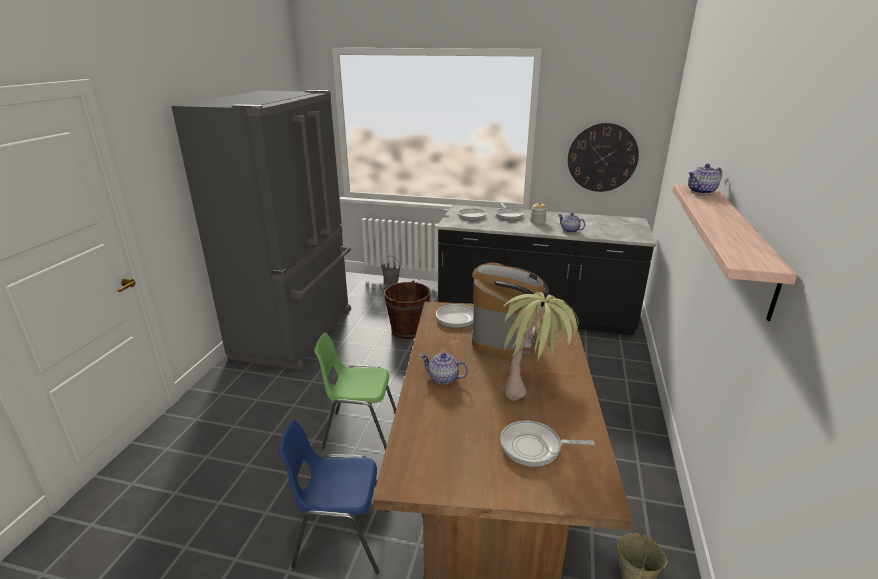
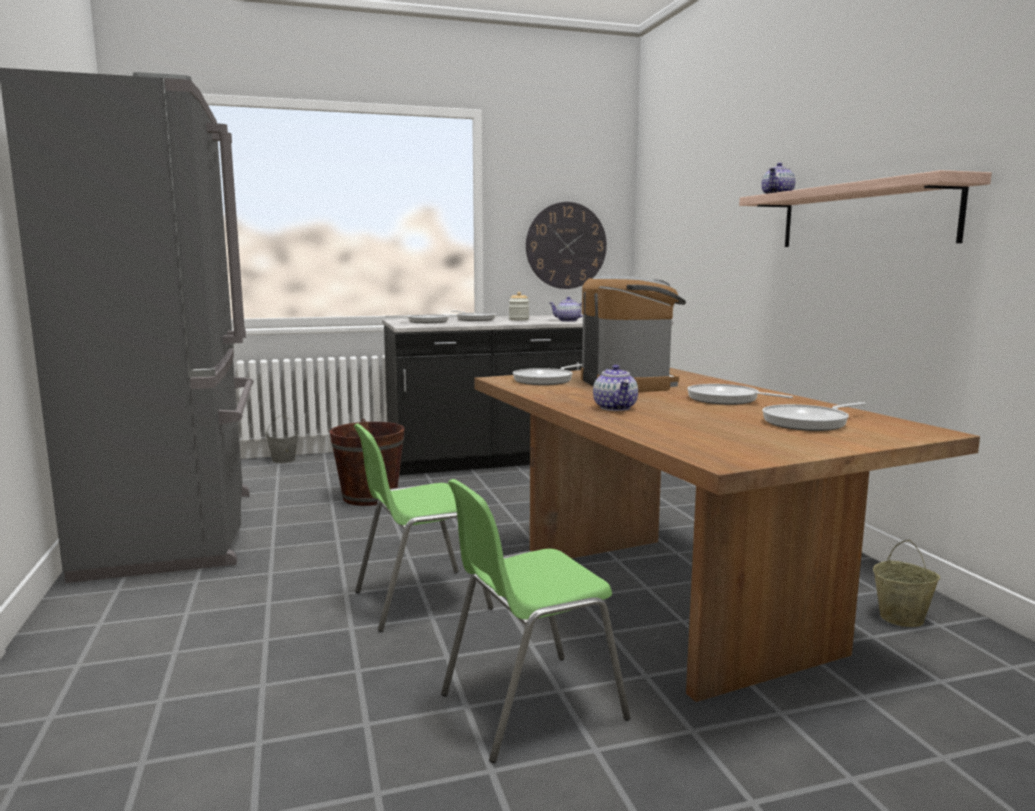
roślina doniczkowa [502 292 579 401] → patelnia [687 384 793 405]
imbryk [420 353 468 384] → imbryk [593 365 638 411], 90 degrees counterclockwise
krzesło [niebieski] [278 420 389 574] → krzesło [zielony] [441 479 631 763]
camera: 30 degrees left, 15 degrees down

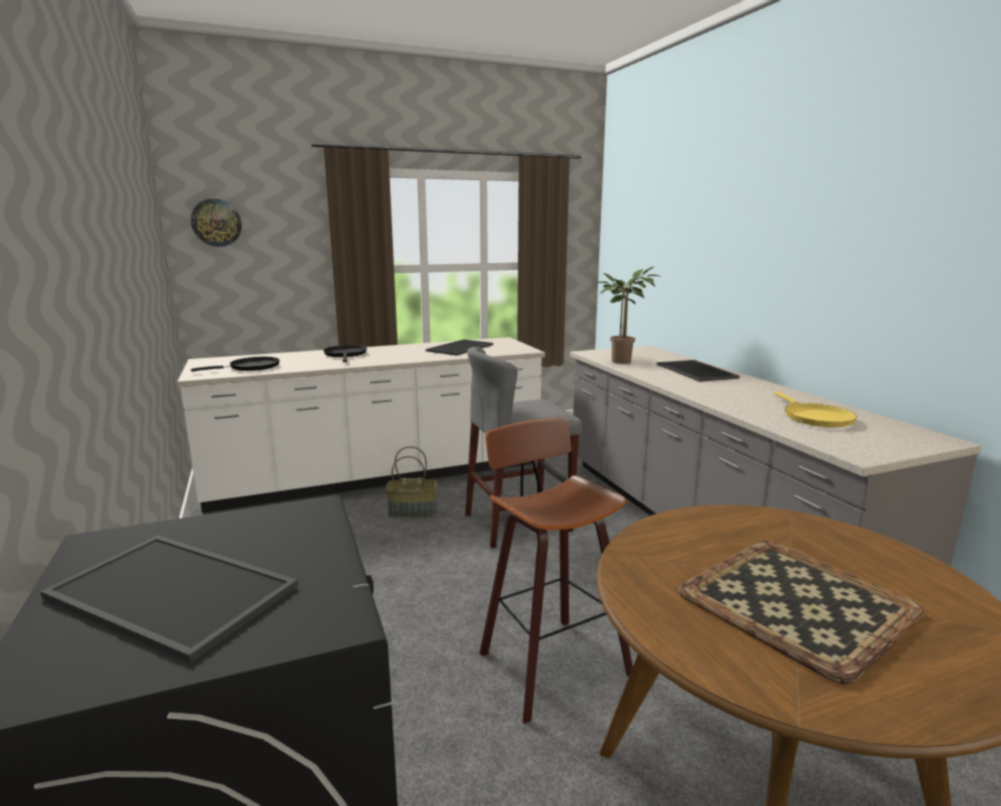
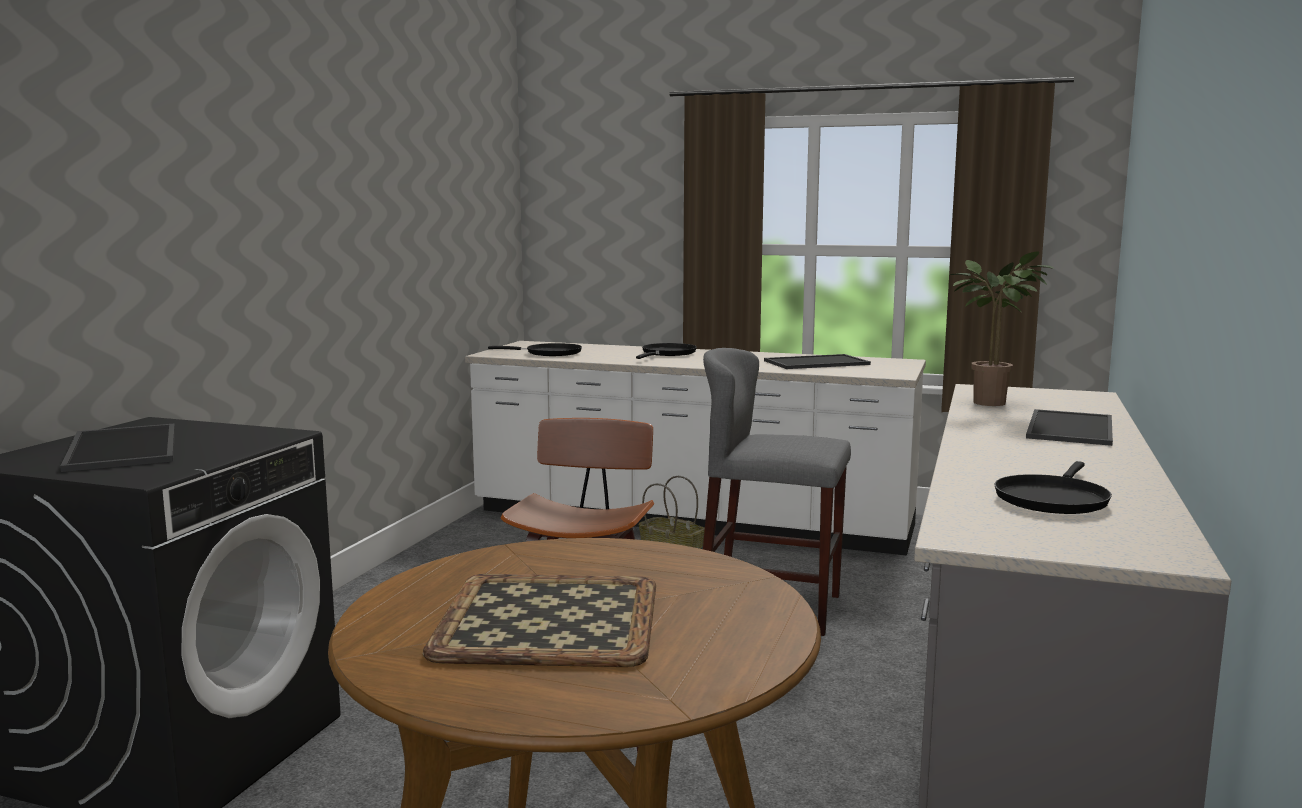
zegar ścienny [191 199 242 247] → -
patelnia [żółty] [774 392 857 427] → patelnia [czarny] [995 461 1112 514]
camera: 40 degrees right, 5 degrees down

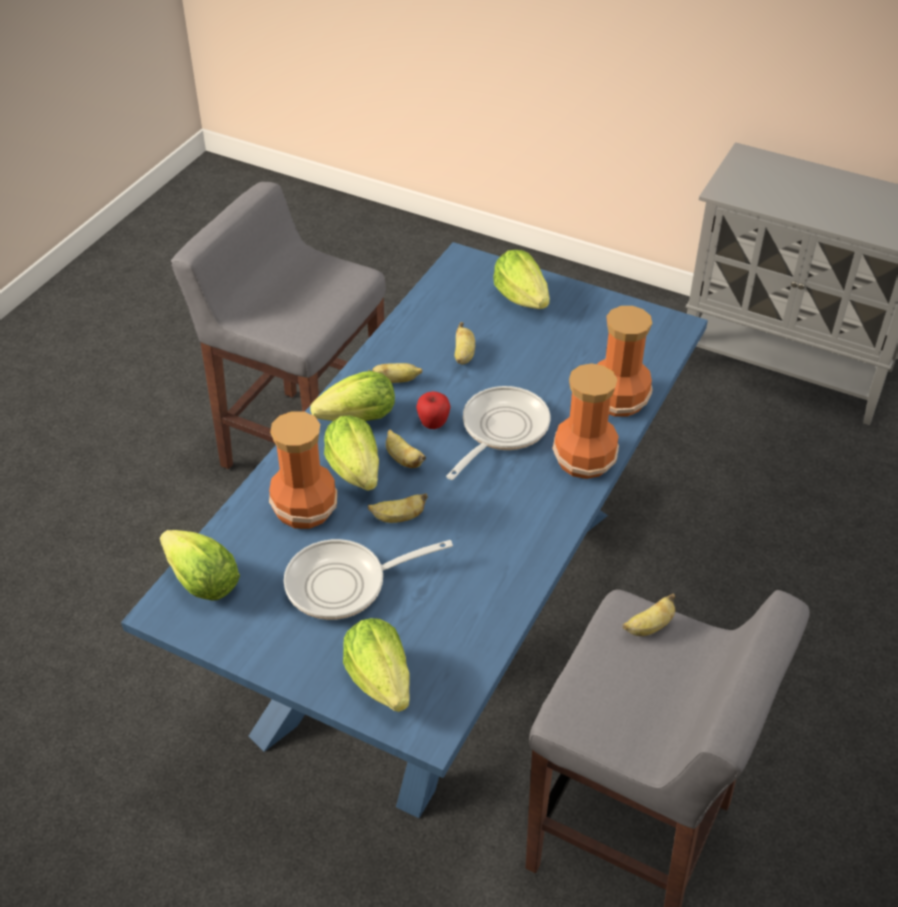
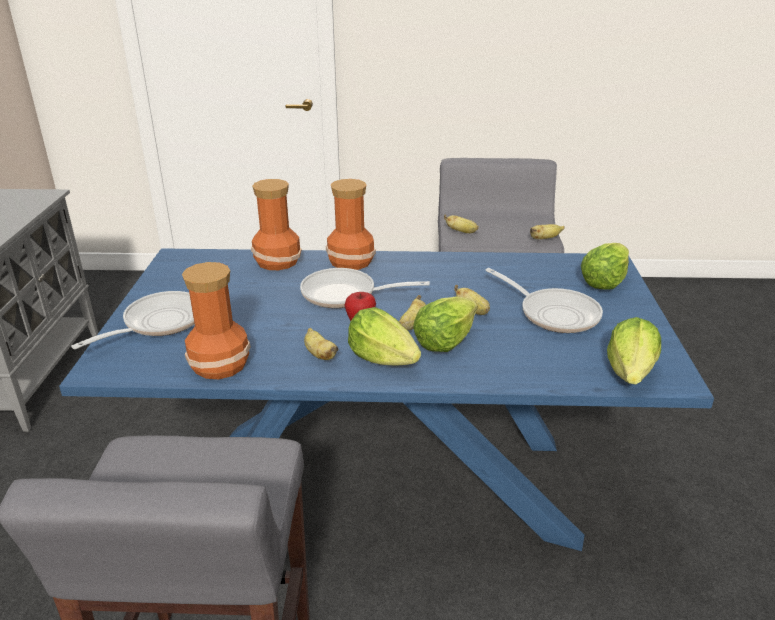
sałata [493 250 550 309] → patelnia [71 291 194 349]
banan [455 322 475 365] → banan [530 224 565 239], moved
wazon [269 411 337 529] → wazon [182 262 251 379], moved
camera: 115 degrees left, 15 degrees down

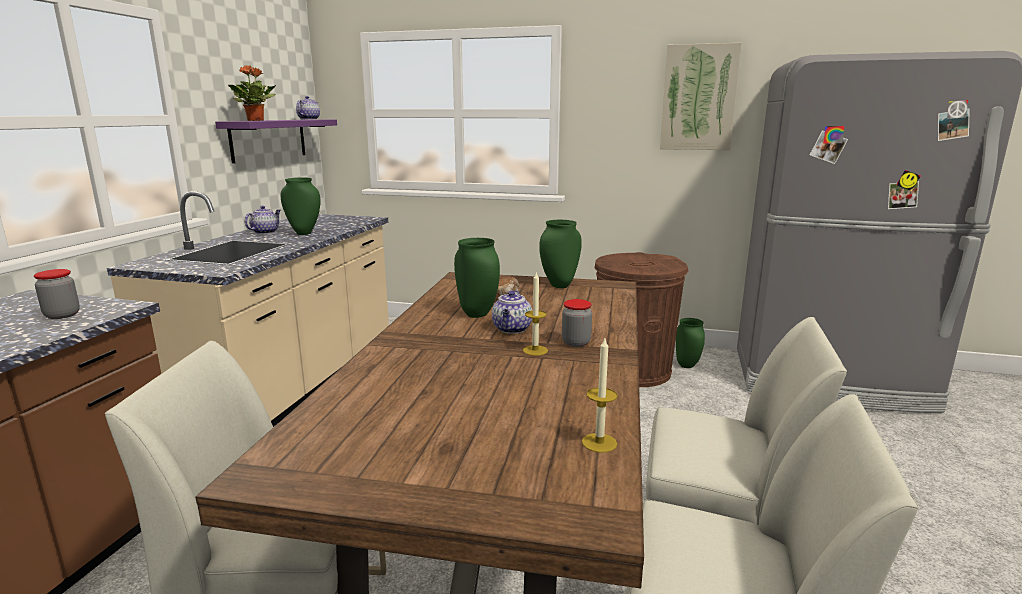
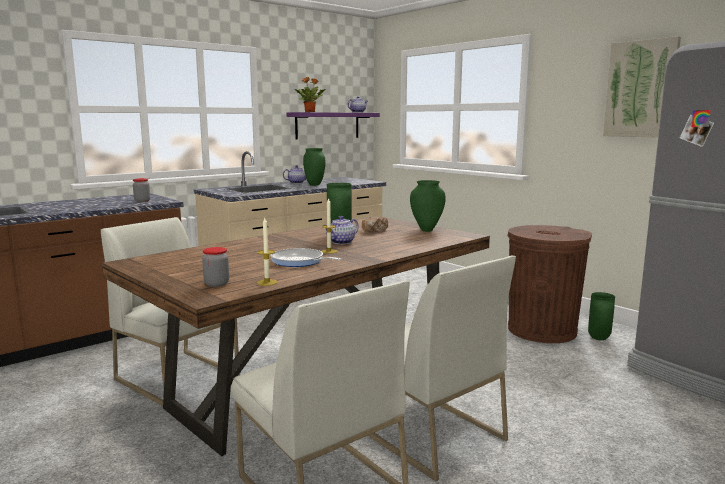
słoik [562 299 592 347] → słoik [202 247 229 287], moved
- → patelnia [271 248 341 267]
camera: 35 degrees right, 5 degrees down

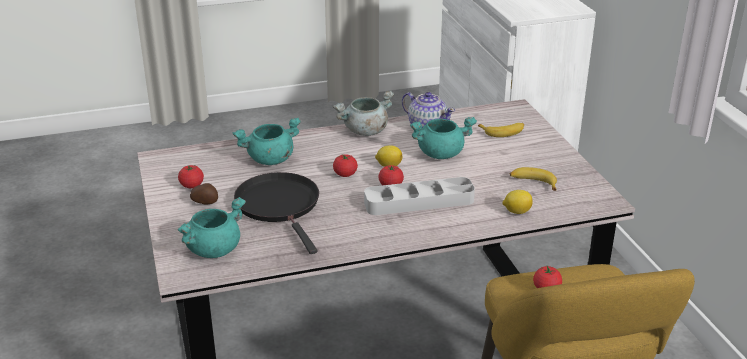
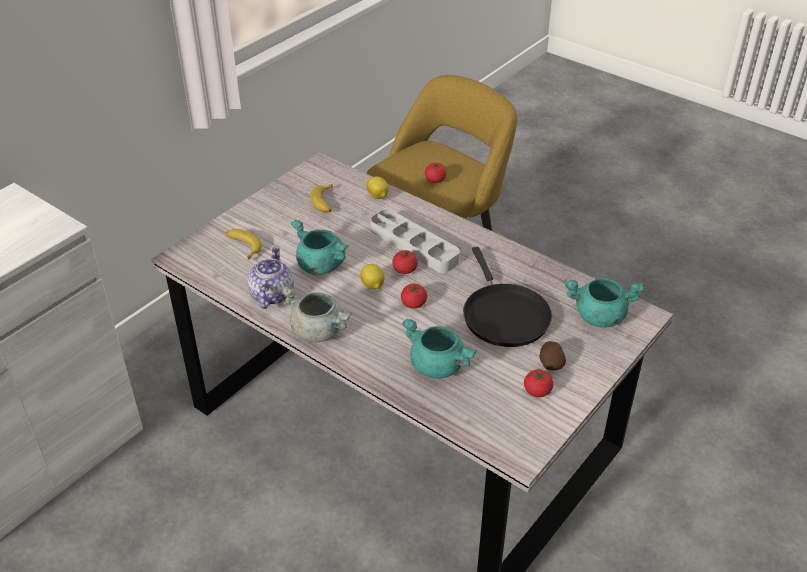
patelnia [czarny] [234 172 319 254] → patelnia [czarny] [463 247 552 347], 45 degrees counterclockwise
camera: 125 degrees left, 10 degrees up

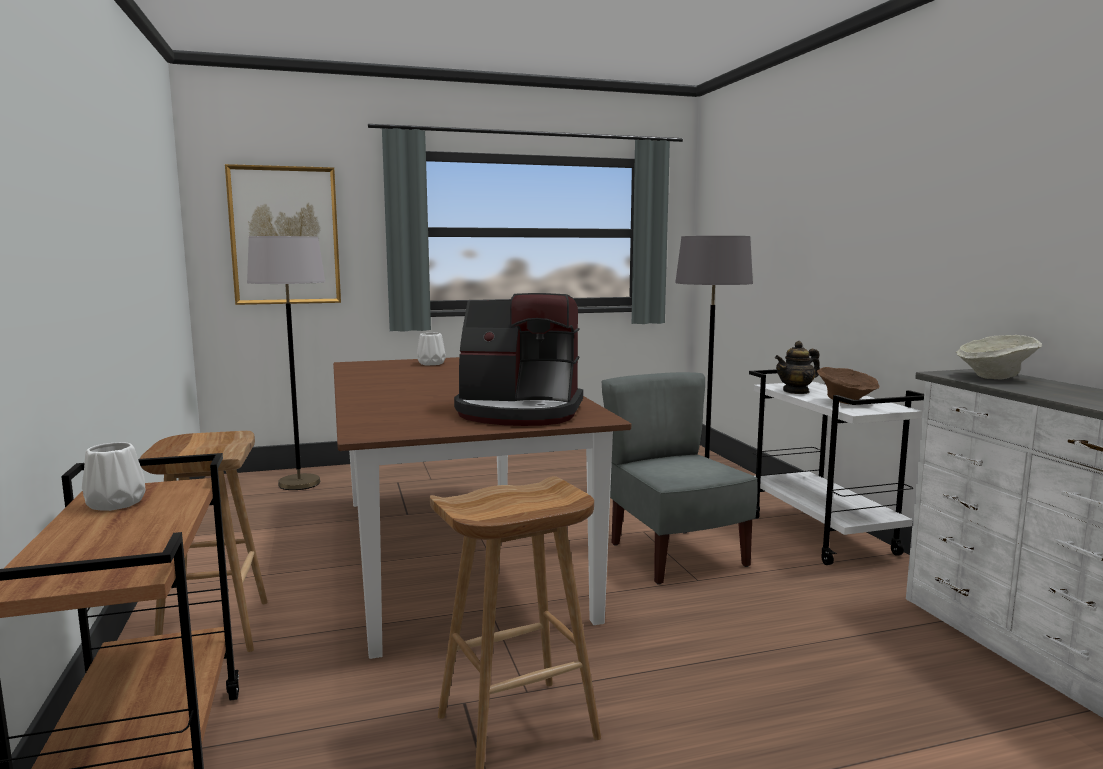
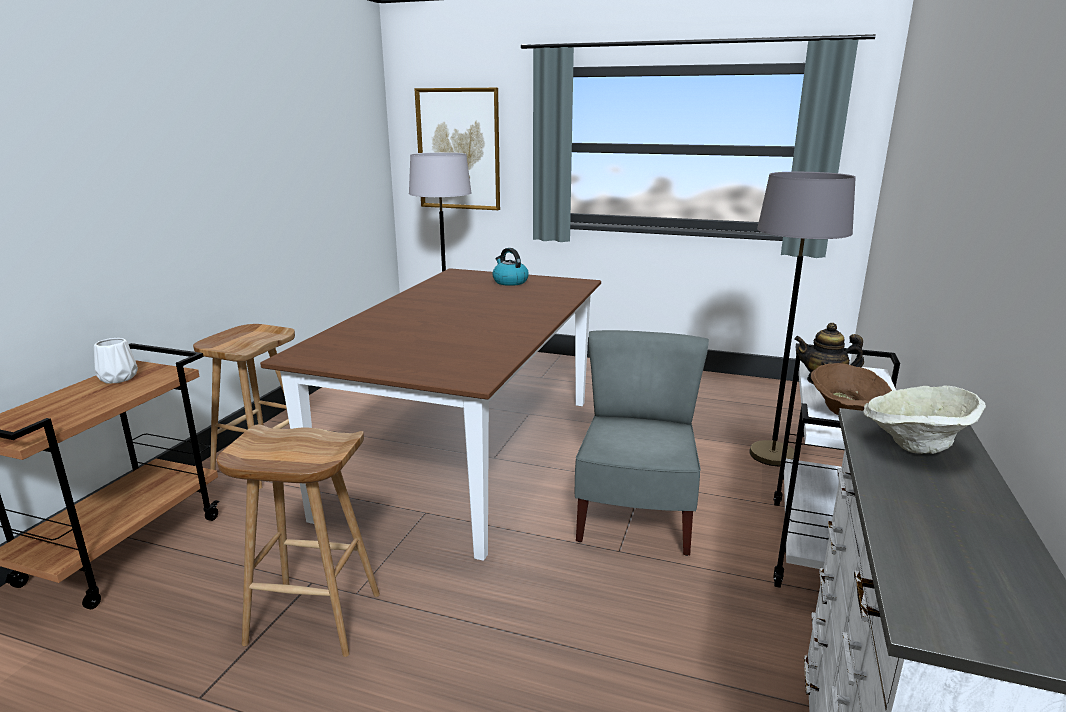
ekspres do kawy [454 293 583 426] → -
wazon [biały] [417 333 446 366] → czajnik [493 248 529 286]
camera: 35 degrees right, 10 degrees up

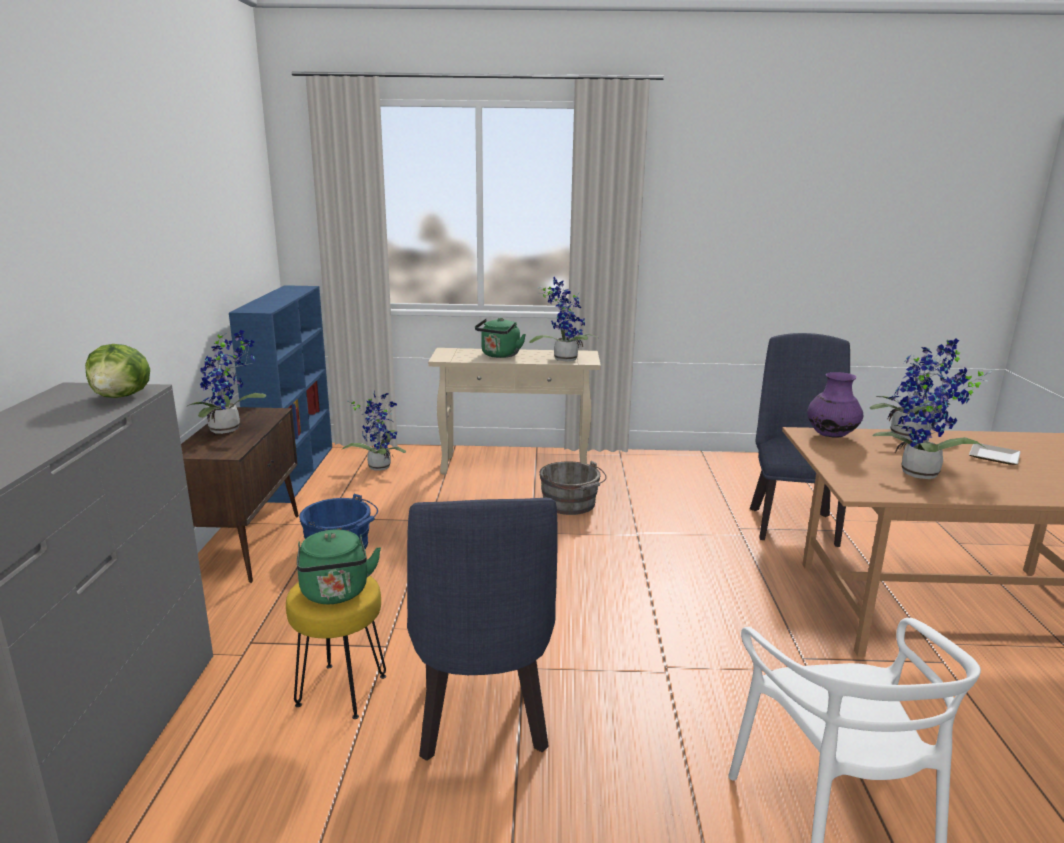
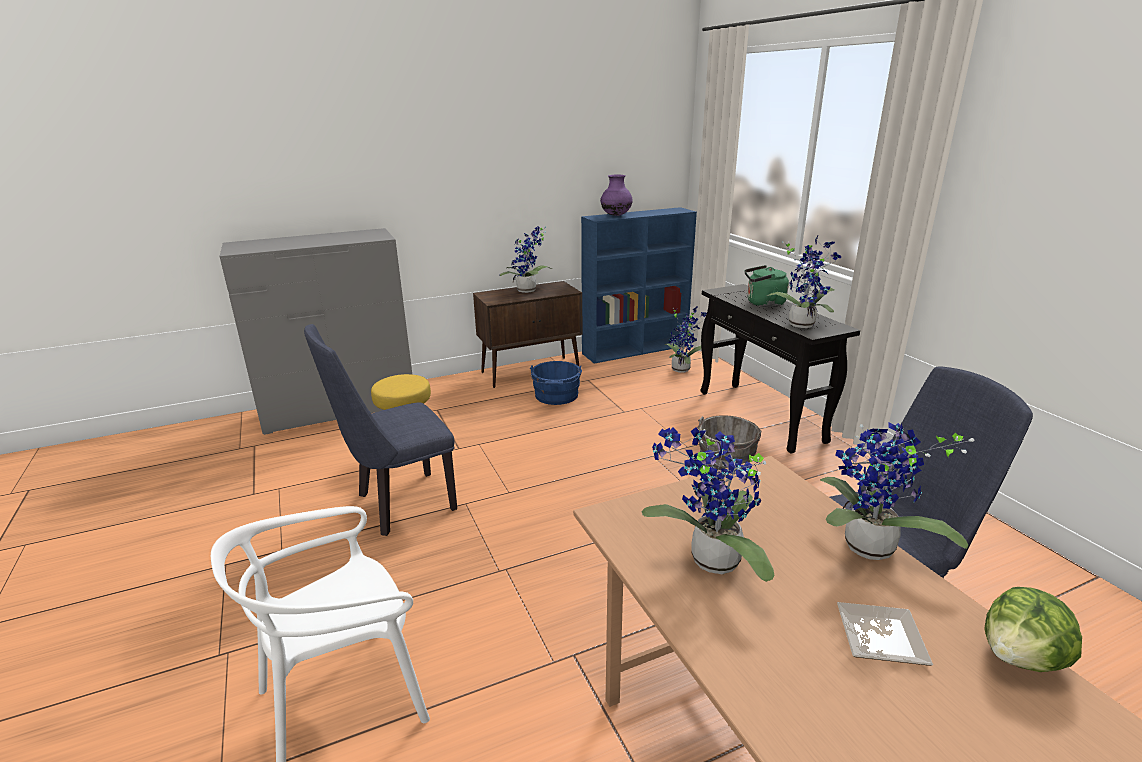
sałata [85 344 150 398] → sałata [985 587 1082 672], moved
stolik konsolowy [beżowy] [428 348 601 475] → stolik konsolowy [czarny] [700 284 860 454]
wazon [fioletowy] [807 372 863 438] → wazon [fioletowy] [600 175 633 216], moved
czajnik [zielony] [297 530 381 604] → -
camera: 65 degrees right, 5 degrees up

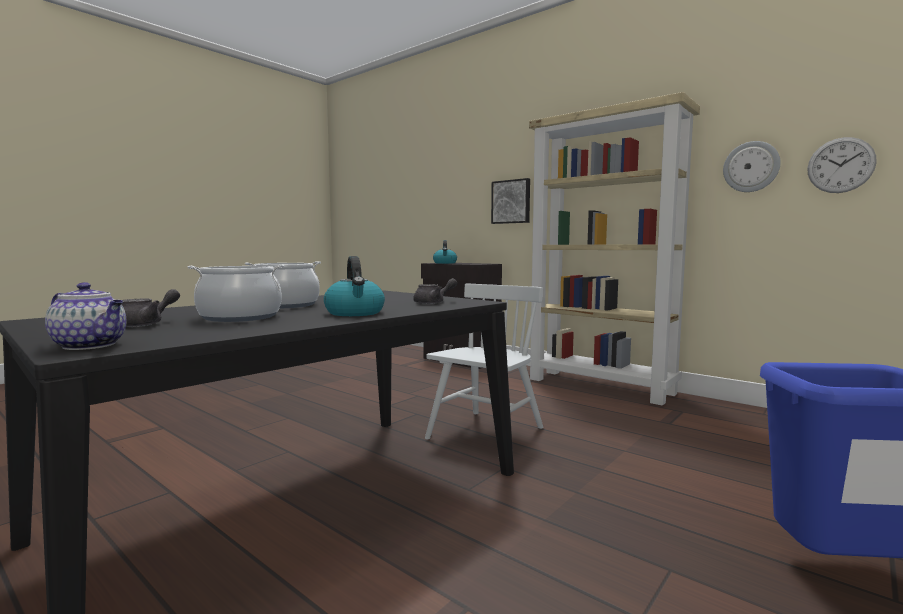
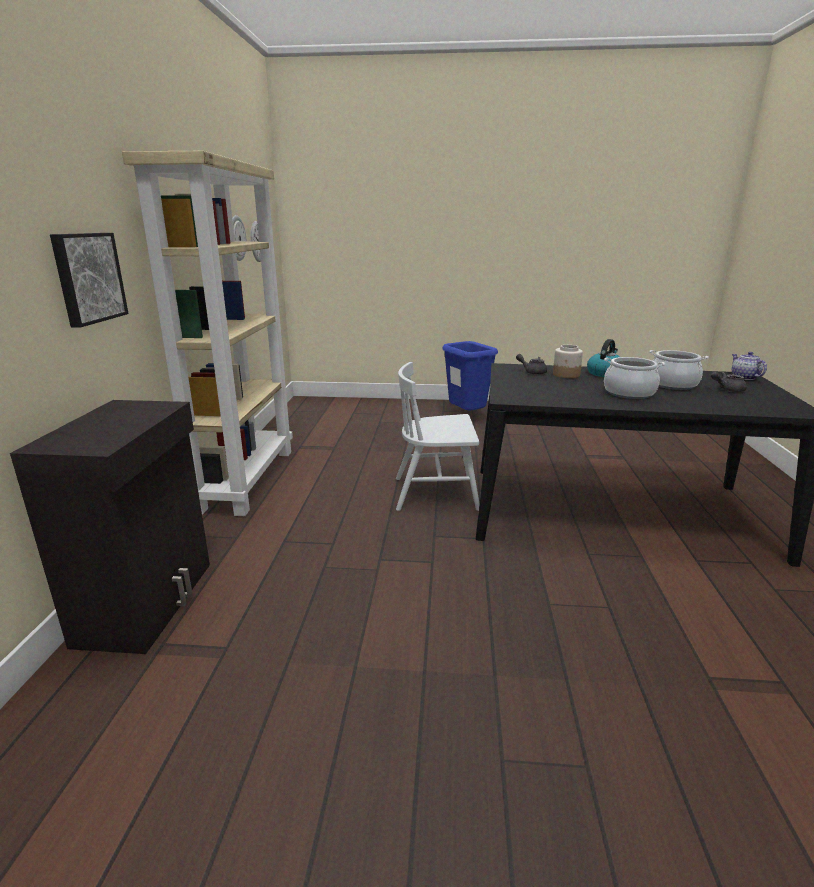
czajnik [433 240 457 264] → -
- → słoik [553 345 583 378]
camera: 125 degrees left, 15 degrees up

